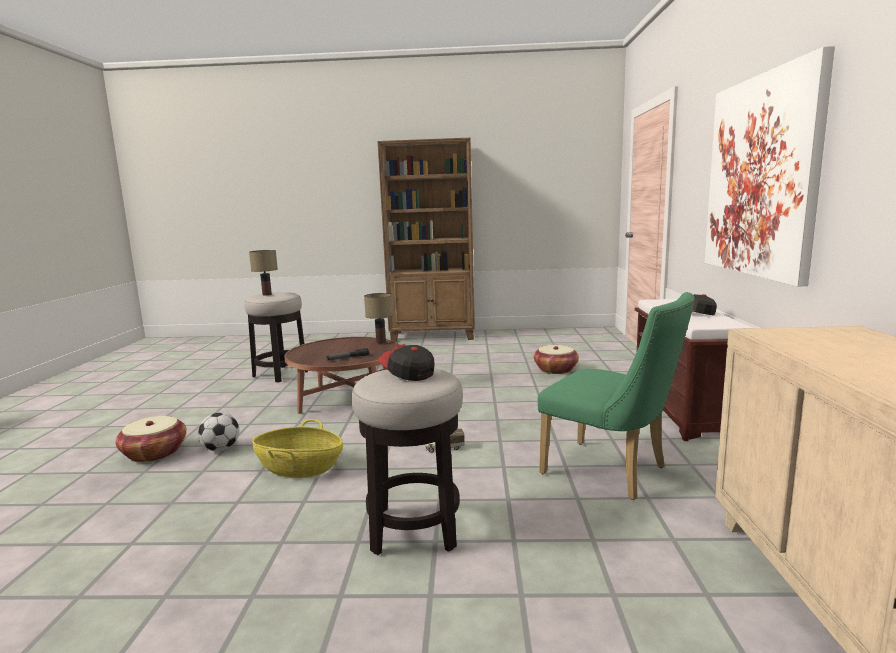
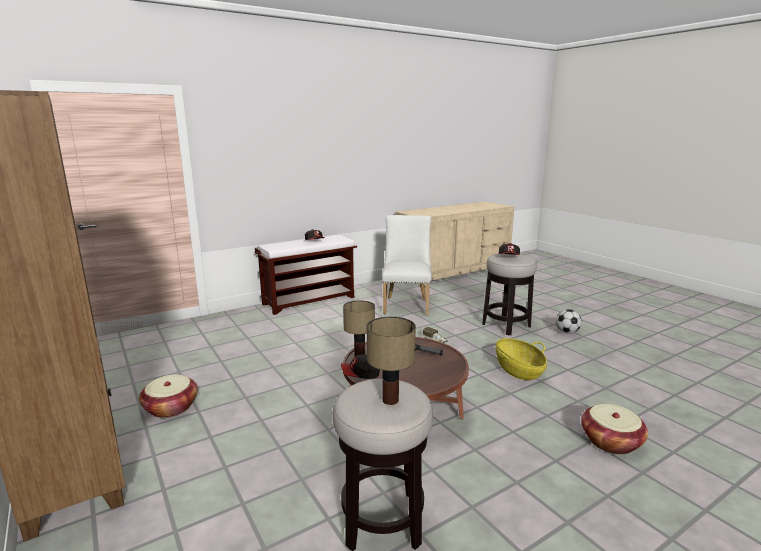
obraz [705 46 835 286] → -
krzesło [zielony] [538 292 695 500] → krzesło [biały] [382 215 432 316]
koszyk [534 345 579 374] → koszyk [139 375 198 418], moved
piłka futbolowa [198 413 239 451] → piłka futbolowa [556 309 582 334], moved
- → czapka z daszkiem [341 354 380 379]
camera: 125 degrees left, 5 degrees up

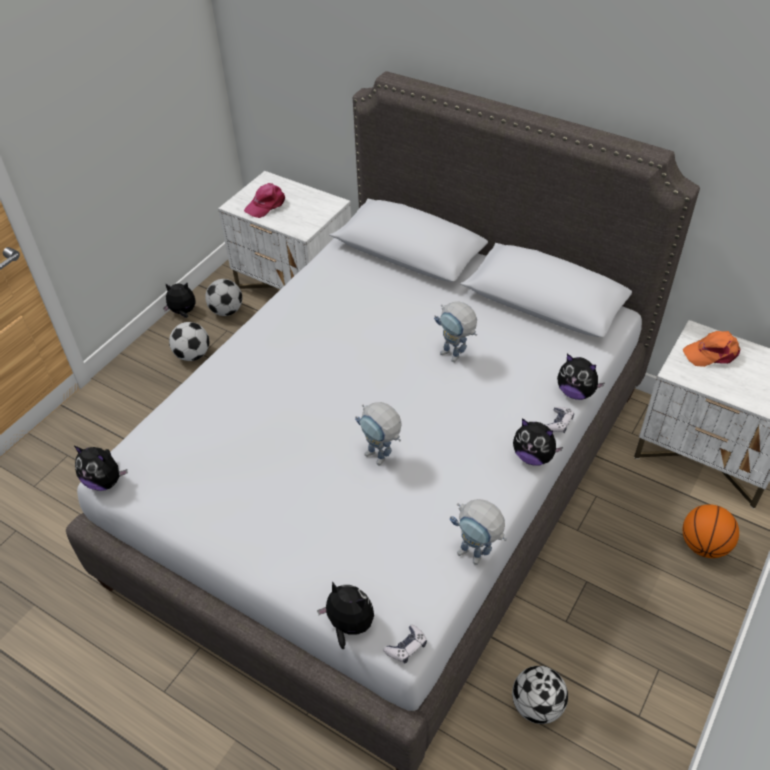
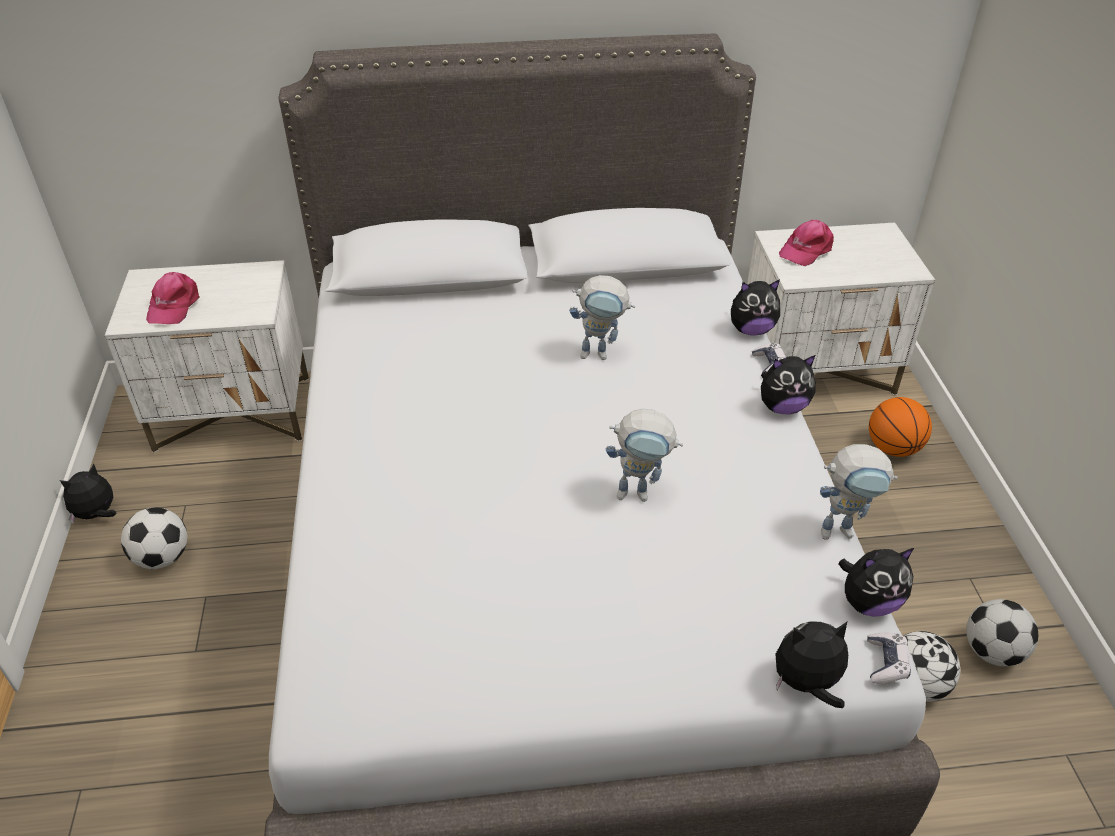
piłka futbolowa [205 279 242 316] → piłka futbolowa [966 599 1038 667], moved
czapka z daszkiem [pomarańczowy] [683 331 740 367] → czapka z daszkiem [różowy] [779 220 834 266]
pluszak [73 445 128 491] → pluszak [838 548 914 617], moved
camera: 40 degrees left, 5 degrees down

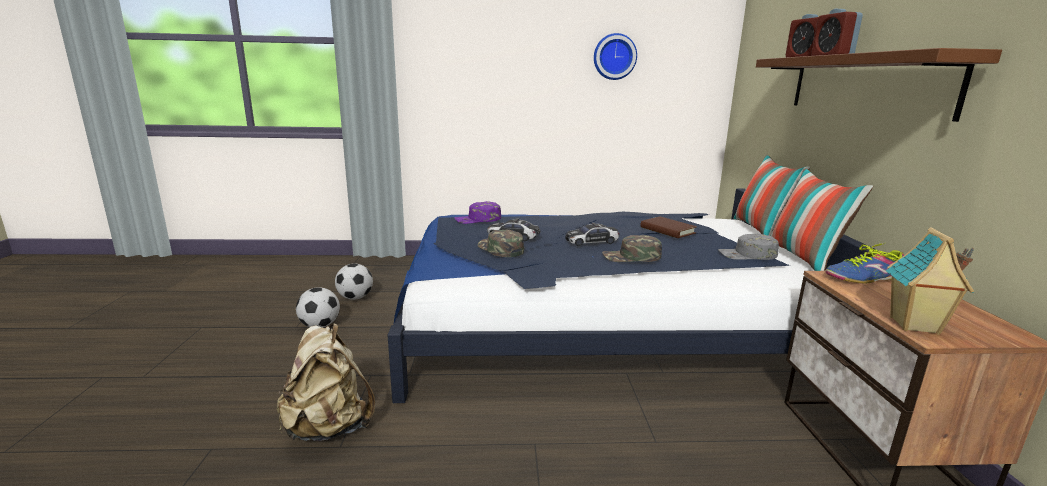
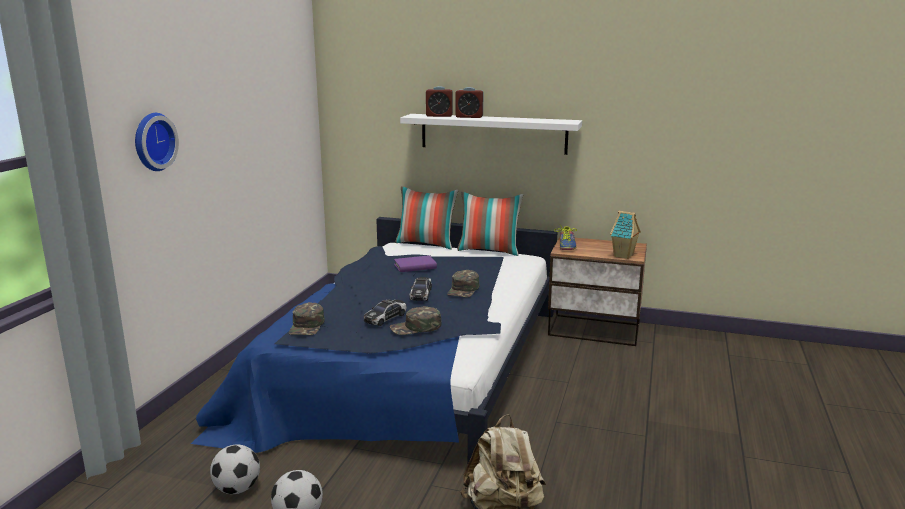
zegar ścienny [594 33 637 80] → zegar ścienny [135 113 179 171], moved
półka [brązowy] [756 48 1002 122] → półka [biały] [400 114 582 155]
czapka z daszkiem [fioletowy] [454 201 501 224] → czapka z daszkiem [zielony] [289 302 325 335]
książka [brązowy] [640 216 697 238] → książka [fioletowy] [394 255 437 272]
czapka z daszkiem [szary] [718 234 779 260] → -
camera: 70 degrees left, 0 degrees up

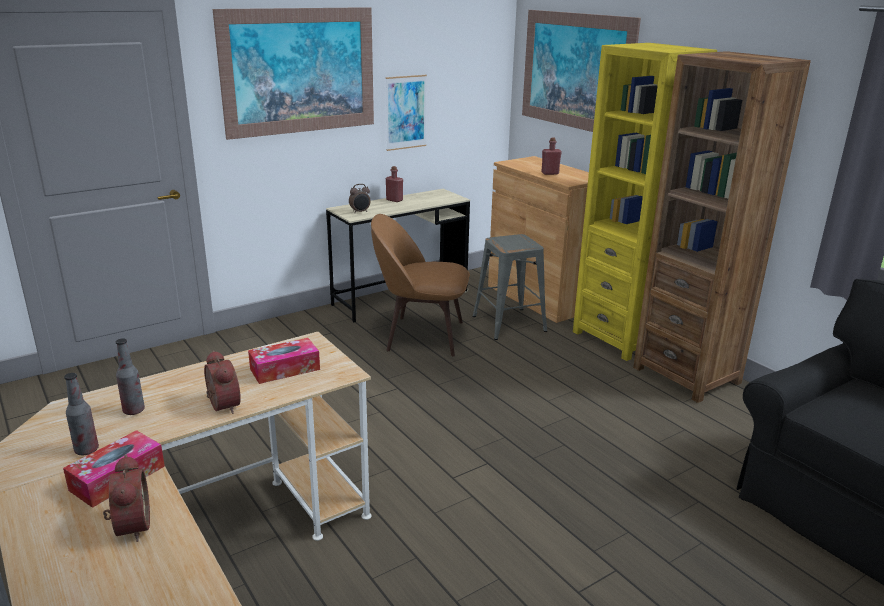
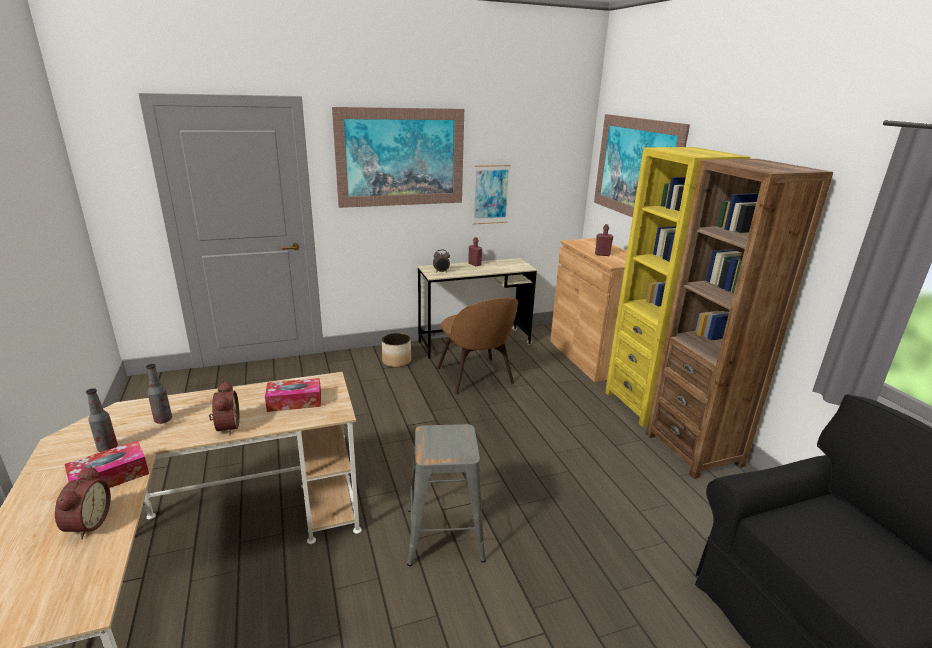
krzesło [brązowy] [371 214 470 356] → krzesło [brązowy] [437 298 518 394], 135 degrees counterclockwise
stołek [szary] [472 234 547 340] → stołek [szary] [407 424 486 566], moved
- → donica [382 333 411 367]
camera: 15 degrees right, 0 degrees up

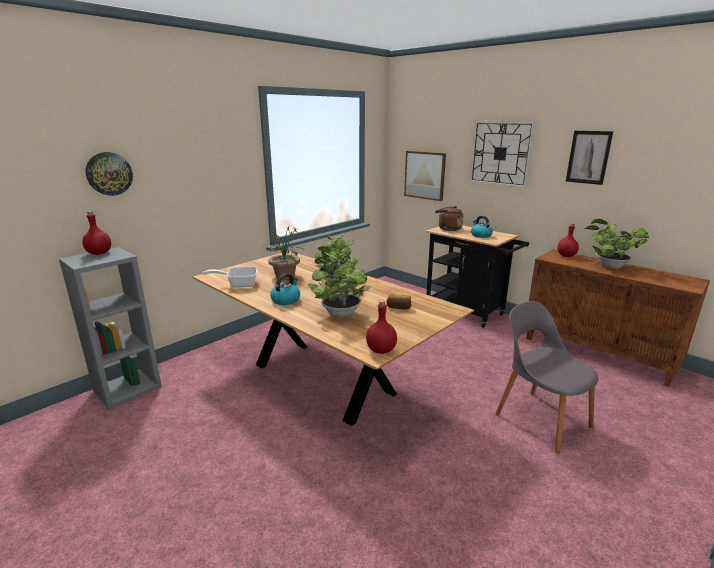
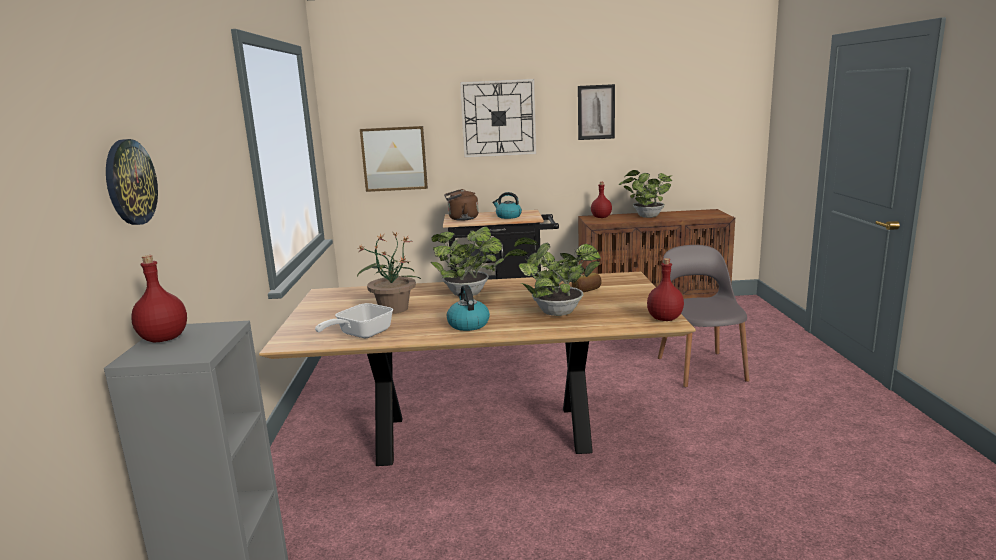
krzesło [szary] [495 301 598 453] → krzesło [szary] [658 245 750 387], 75 degrees clockwise
camera: 45 degrees left, 5 degrees down

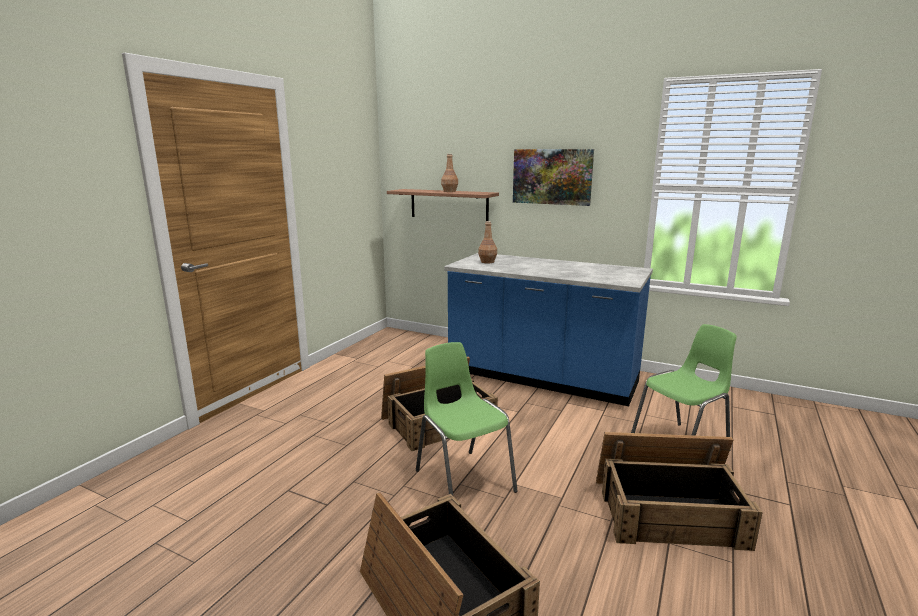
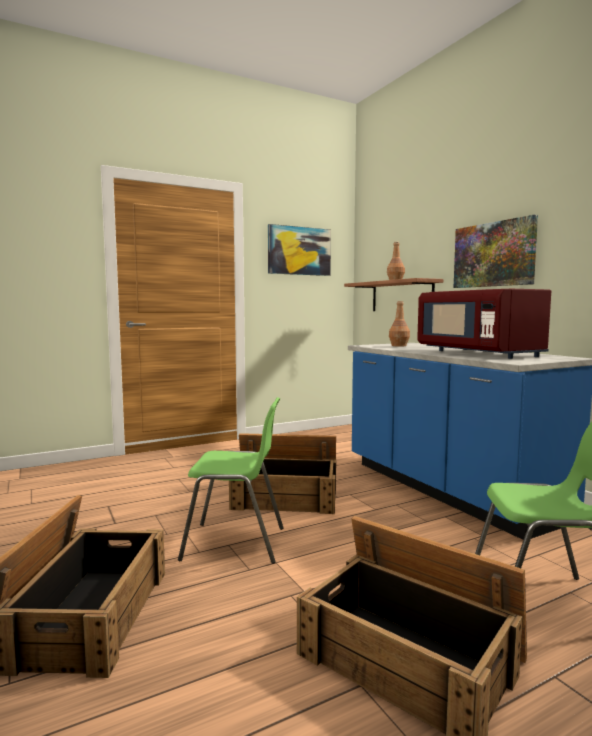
krzesło [zielony] [416 342 518 495] → krzesło [zielony] [178 397 283 564], 90 degrees clockwise
- → obraz [268 224 331 276]
- → mikrofalówka [czerwony] [417 289 551 359]
camera: 35 degrees right, 10 degrees down

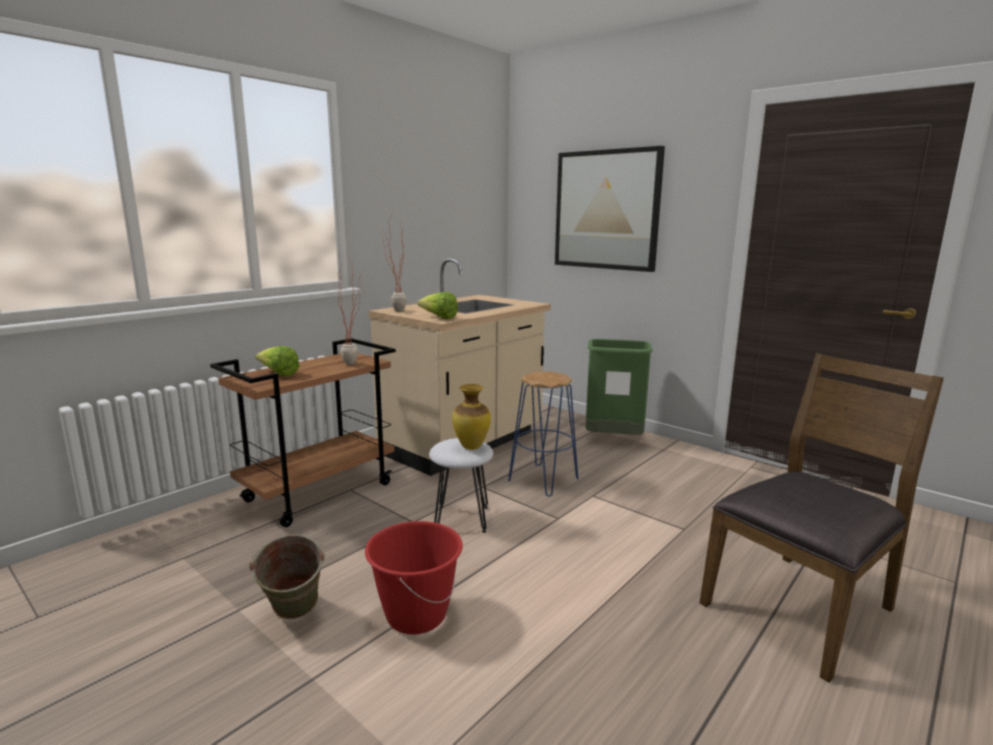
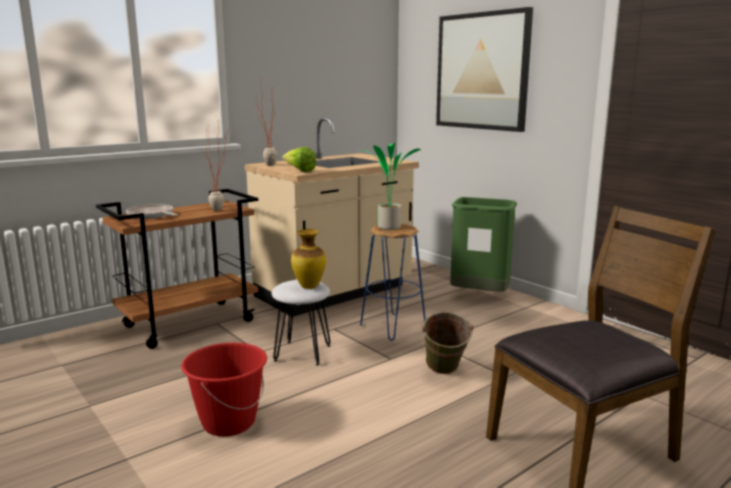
sałata [255 346 299 376] → patelnia [126 204 178 219]
wiadro [zielony] [249 534 325 619] → wiadro [zielony] [421 312 474 374], moved
- → roślina doniczkowa [360 143 421 230]
camera: 10 degrees right, 0 degrees up

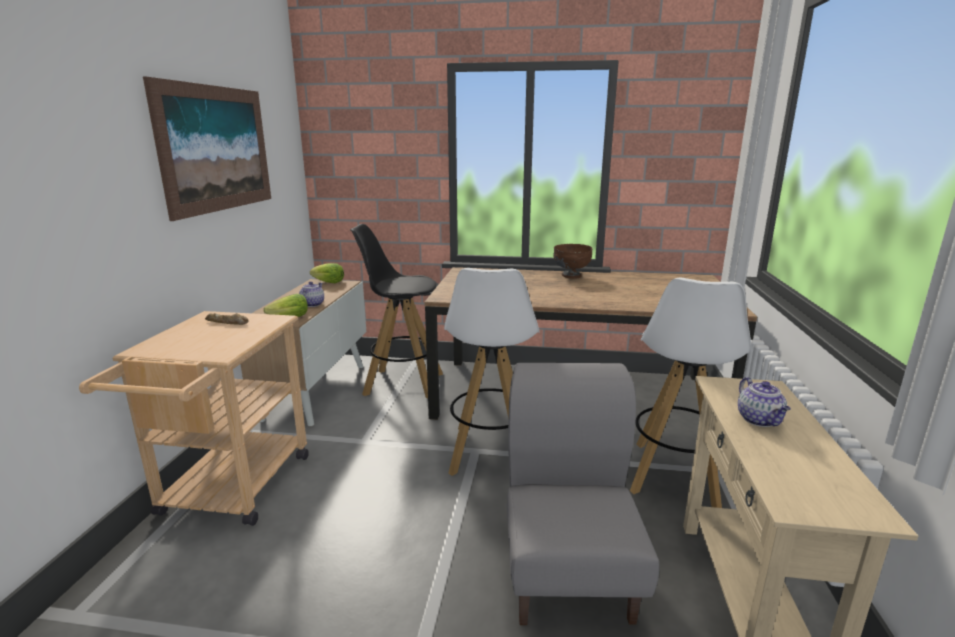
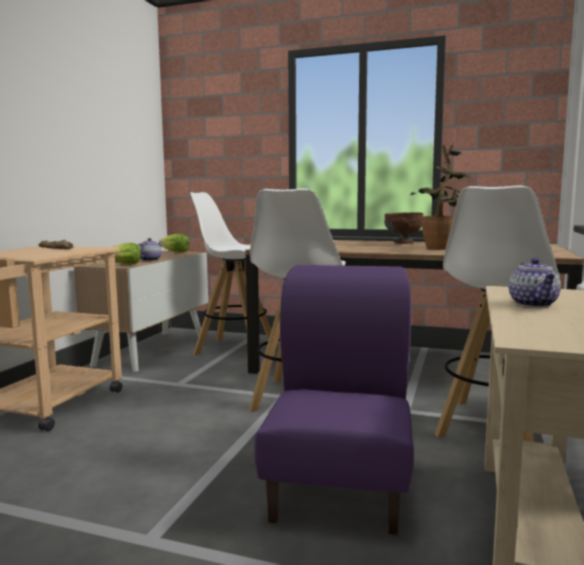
obraz [143 77 271 221] → -
stołek [czarny] [350 224 443 399] → stołek [biały] [190 192 271 355]
krzesło [szary] [507 363 659 625] → krzesło [fioletowy] [255 265 414 535]
- → roślina doniczkowa [410 145 470 250]
camera: 10 degrees right, 10 degrees down

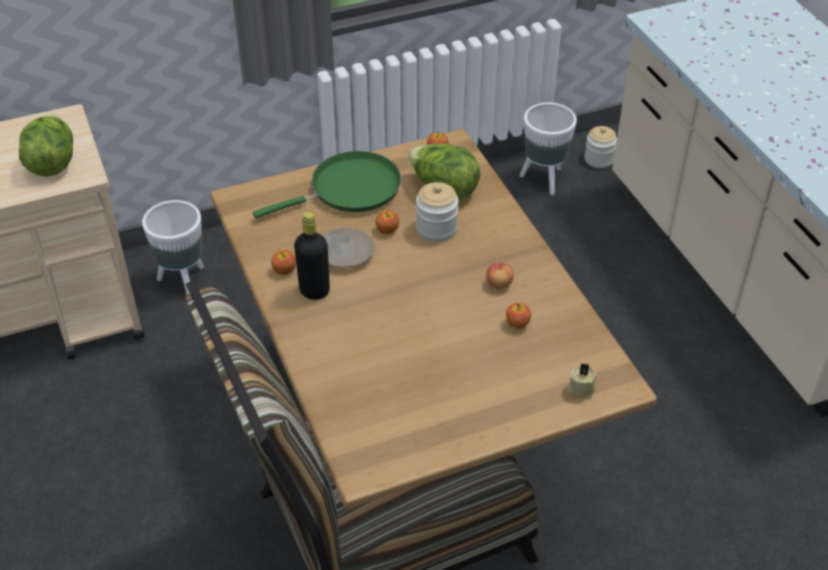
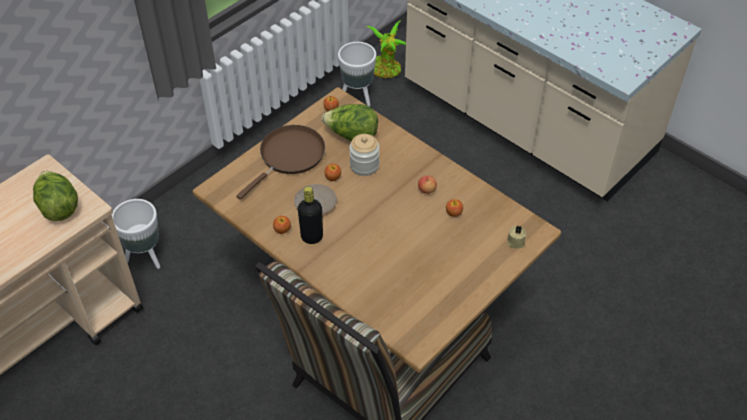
słoik [585 126 617 168] → roślina doniczkowa [367 20 406 78]
patelnia [zielony] [253 151 401 218] → patelnia [brązowy] [236 125 325 200]
camera: 25 degrees left, 5 degrees up

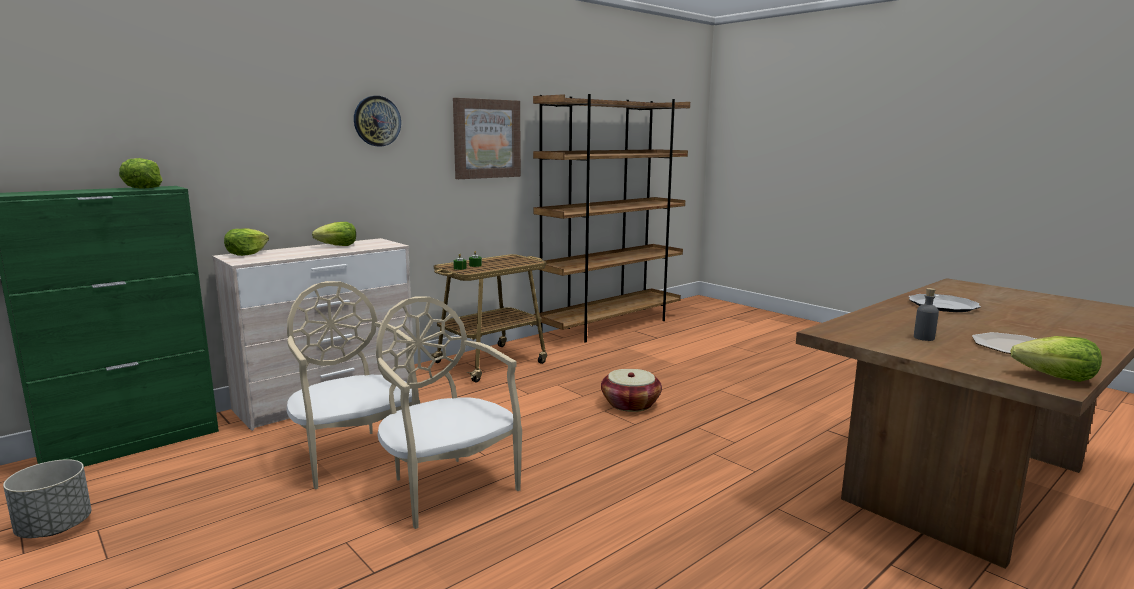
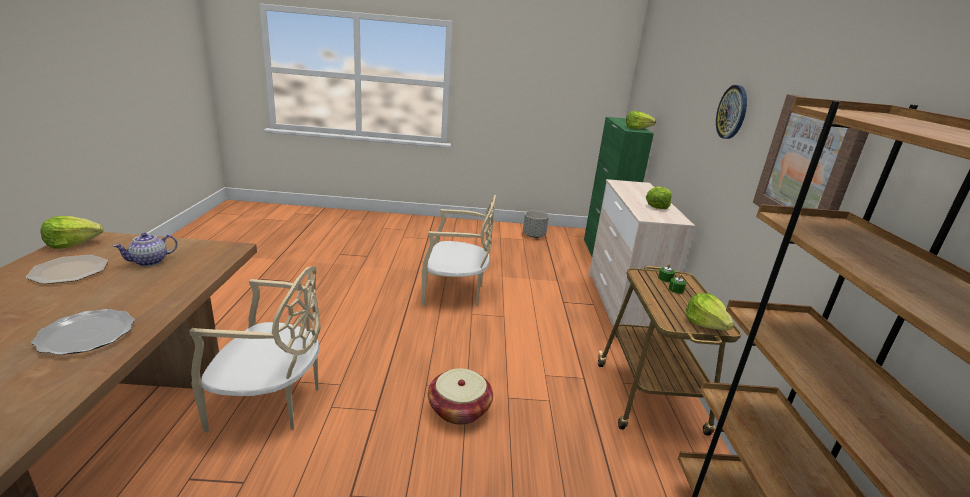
sałata [224 228 269 256] → sałata [686 293 734 330], moved
krzesło [beżowy] [286 281 420 489] → krzesło [beżowy] [189 266 321 432], moved
butelka [szary] [914 288 939 341] → imbryk [113 233 178 266]
camera: 130 degrees right, 10 degrees up

